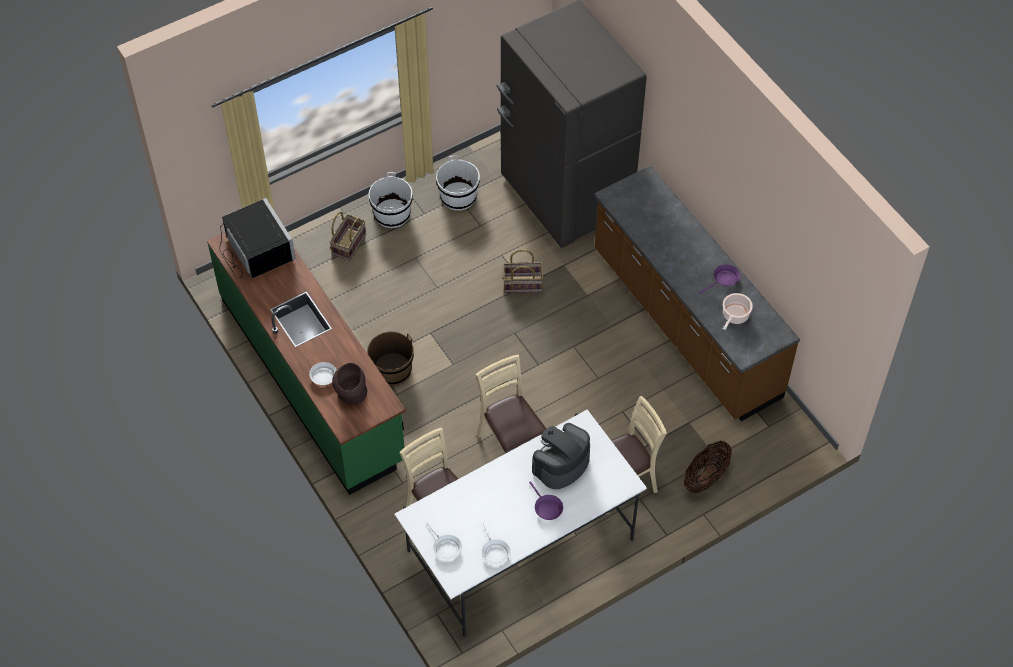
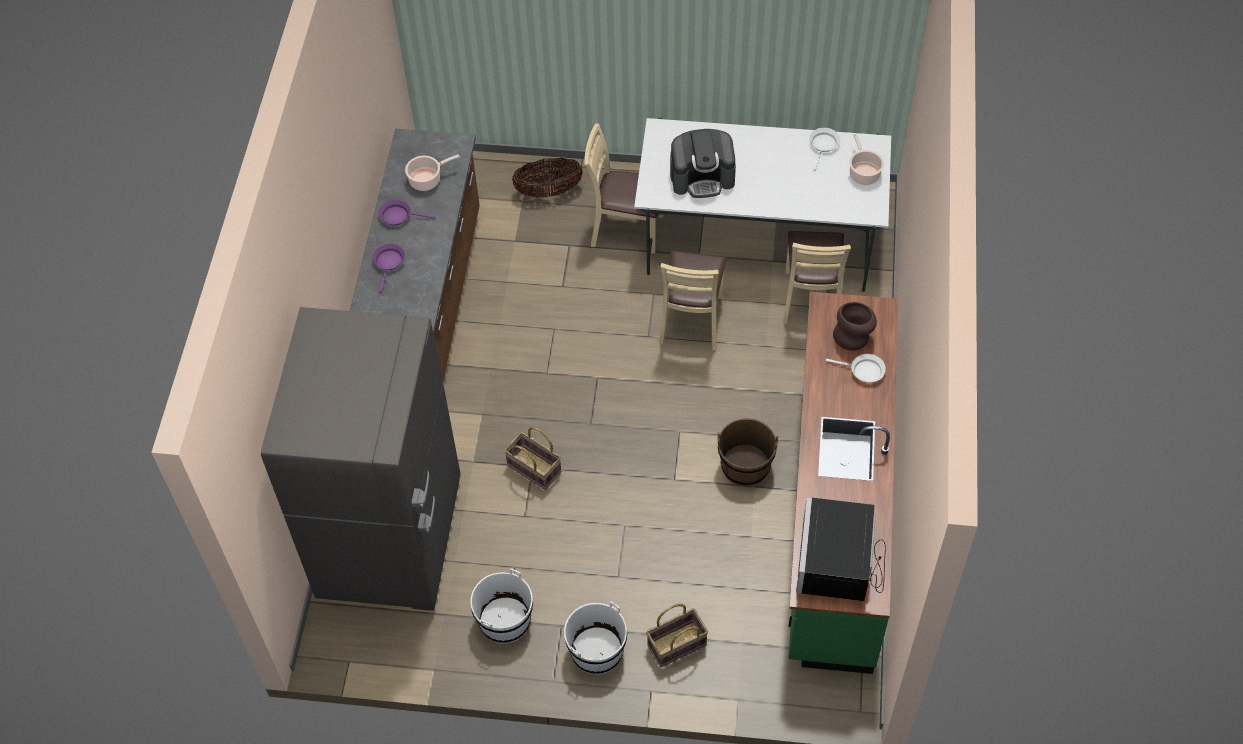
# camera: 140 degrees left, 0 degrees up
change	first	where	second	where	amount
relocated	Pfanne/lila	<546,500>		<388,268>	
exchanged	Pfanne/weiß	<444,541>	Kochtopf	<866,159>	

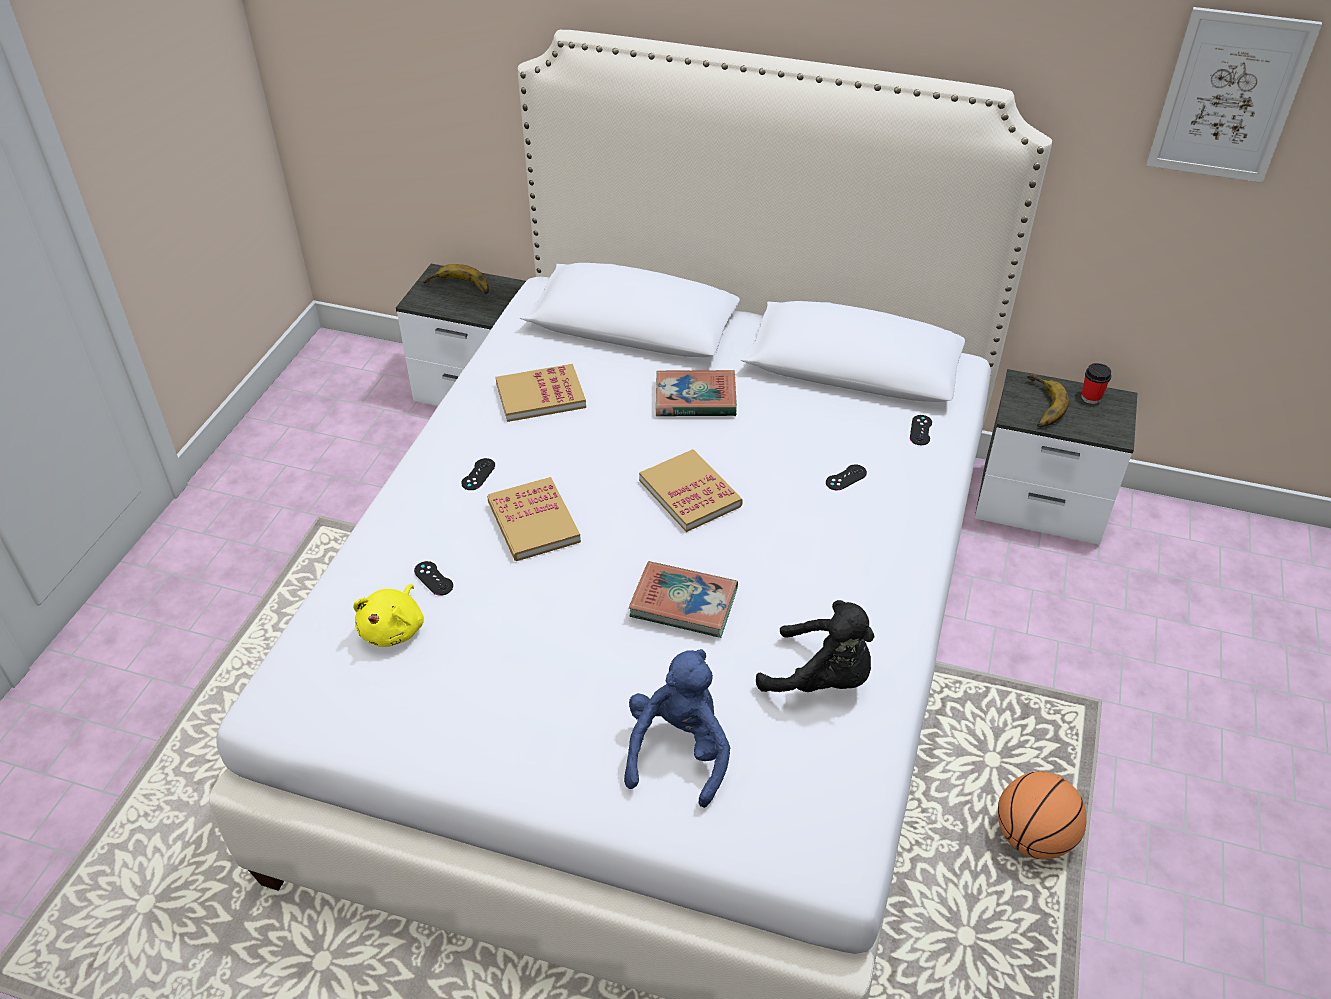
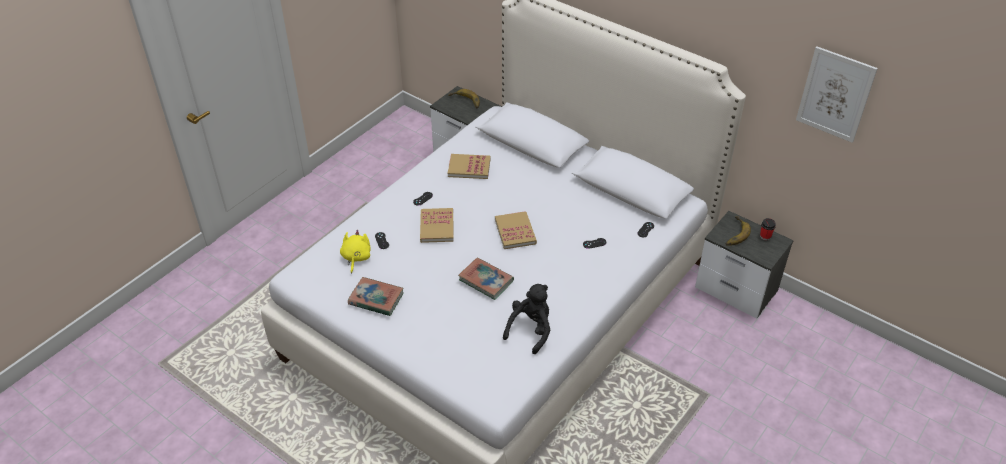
# camera: 20 degrees right, 0 degrees up
change	first	where	second	where	amount
relocated	Buch	<696,393>		<376,296>	
spun	Plüschtier/gelb	<388,615>		<355,252>	150 degrees clockwise
spun	Plüschtier/schwarz	<815,646>		<526,319>	105 degrees counterclockwise
missing	Plüschtier/blau	<677,728>			
missing	Basketball	<1042,815>			

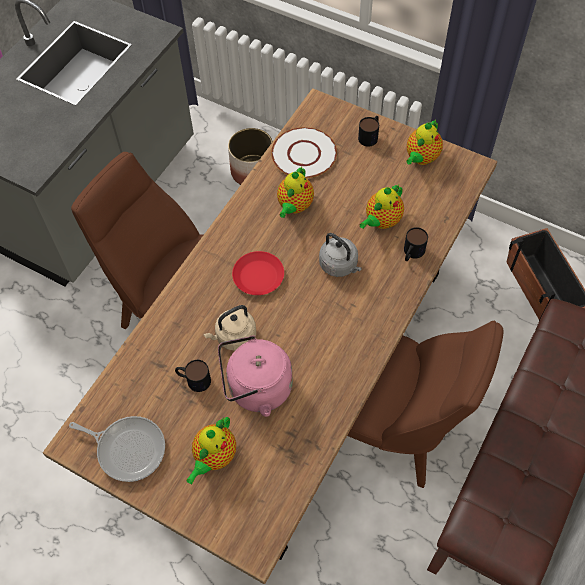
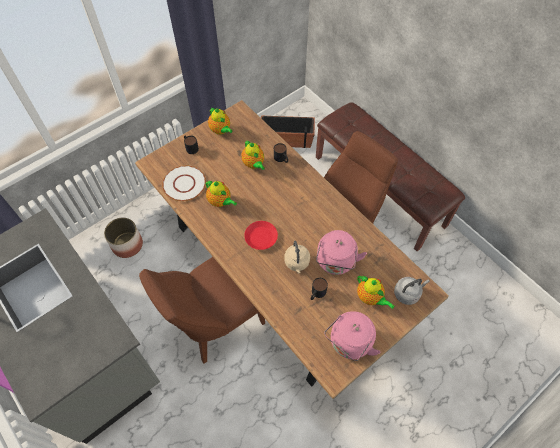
# camera: 70 degrees left, 0 degrees up
change	first	where	second	where	amount
relocated	Wasserkessel/grau	<340,255>		<412,291>	
exchanged	Pfanne	<117,449>	Wasserkessel/rosa	<352,336>	

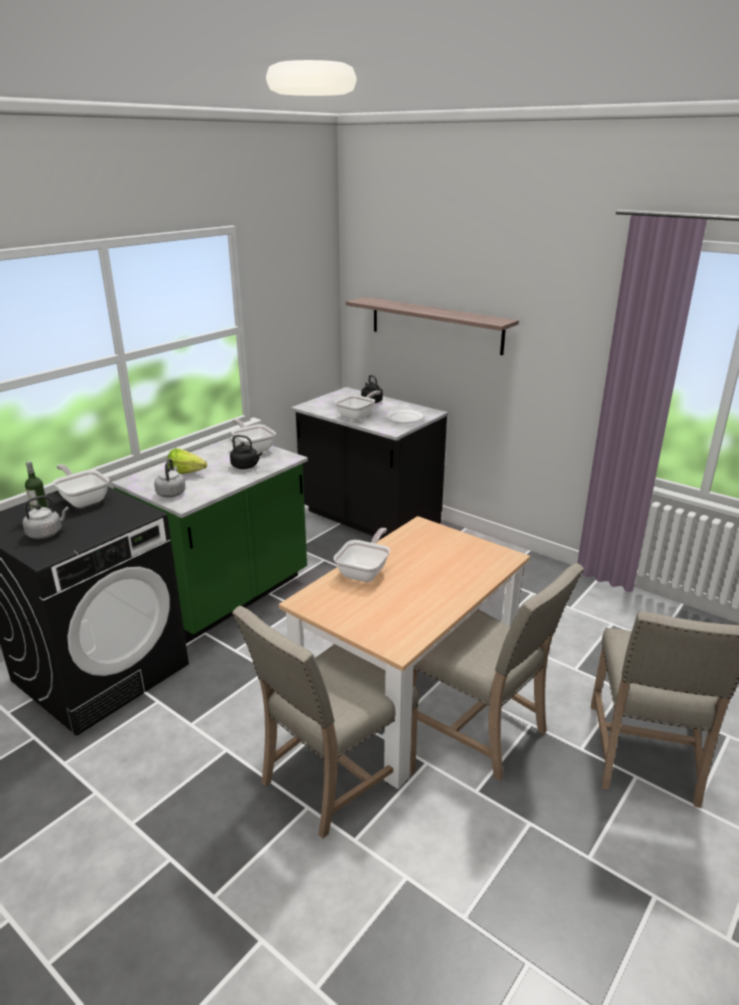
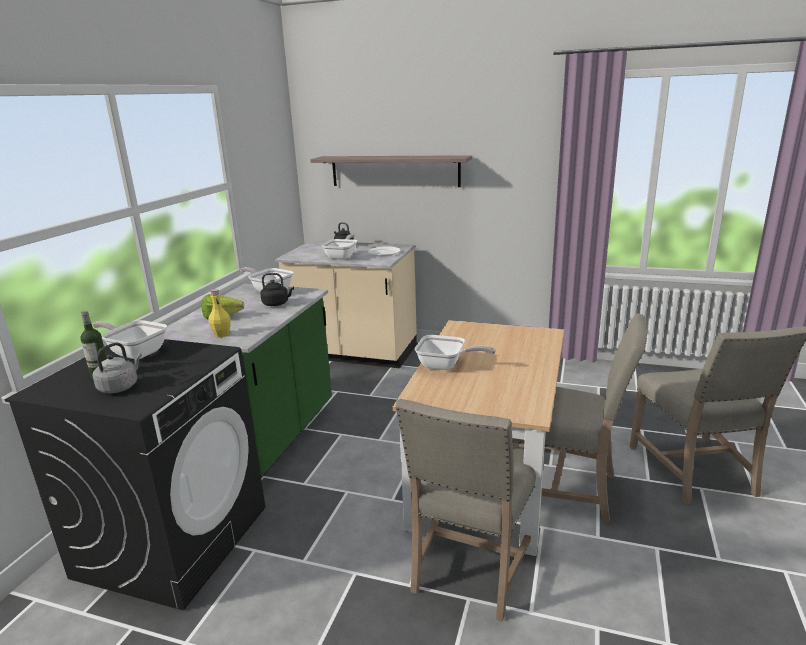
# camera: 20 degrees left, 5 degrees down
change	first	where	second	where	amount
colour	Küchenzeile/schwarz	<369,463>	Küchenzeile/beige	<346,304>	
exchanged	Wasserkessel/grau	<170,477>	Flasche/gelb	<219,313>	
spun	Pfanne	<362,555>		<455,352>	105 degrees clockwise

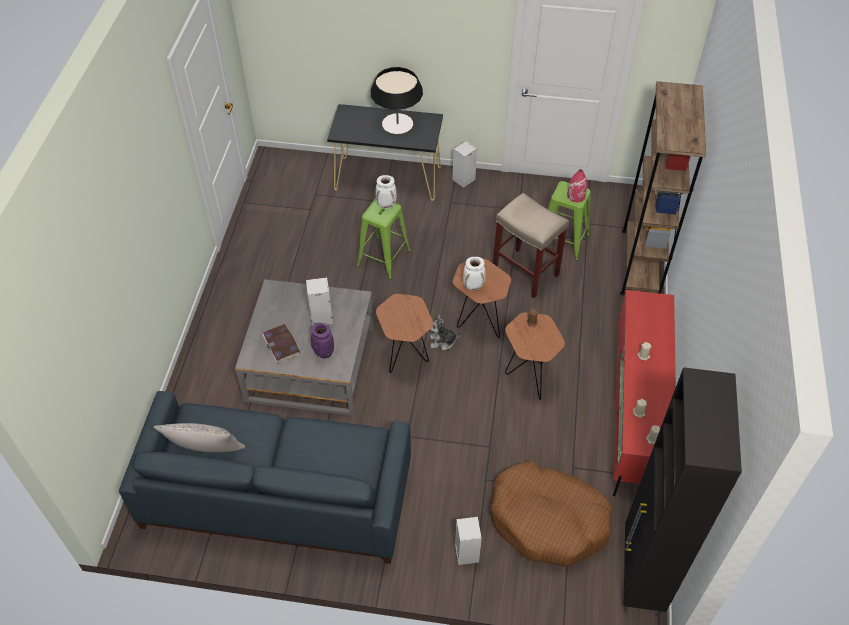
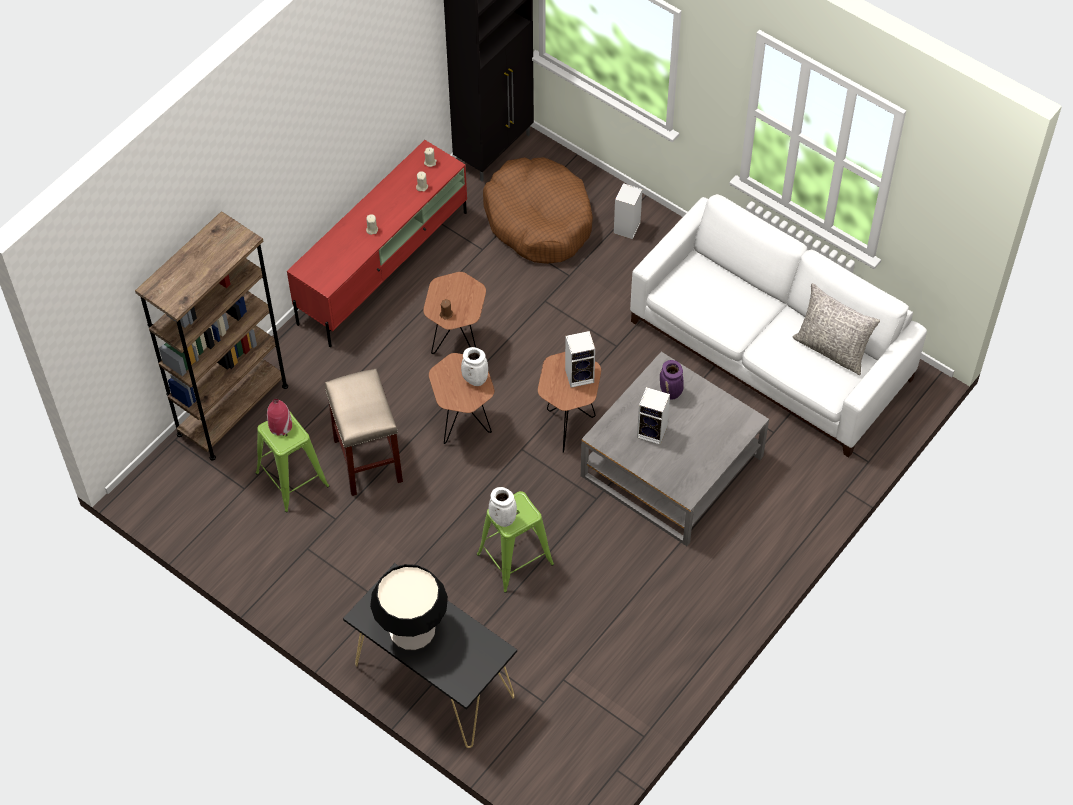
# camera: 150 degrees left, 5 degrees up
change	first	where	second	where	amount
relocated	Lautsprecher	<464,164>		<580,359>	
missing	Plüschtier	<445,332>			
missing	Buch	<281,343>			
colour	Sofa/blau	<265,477>	Sofa/weiß	<778,326>	

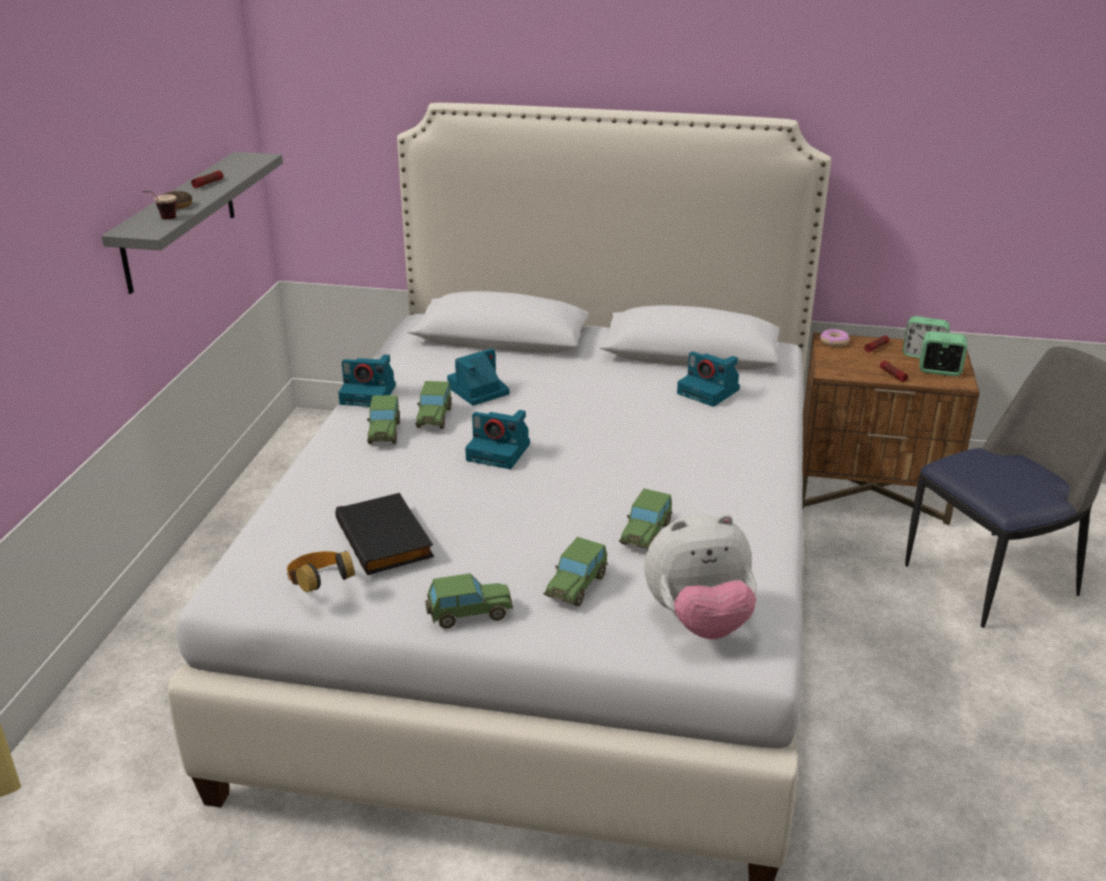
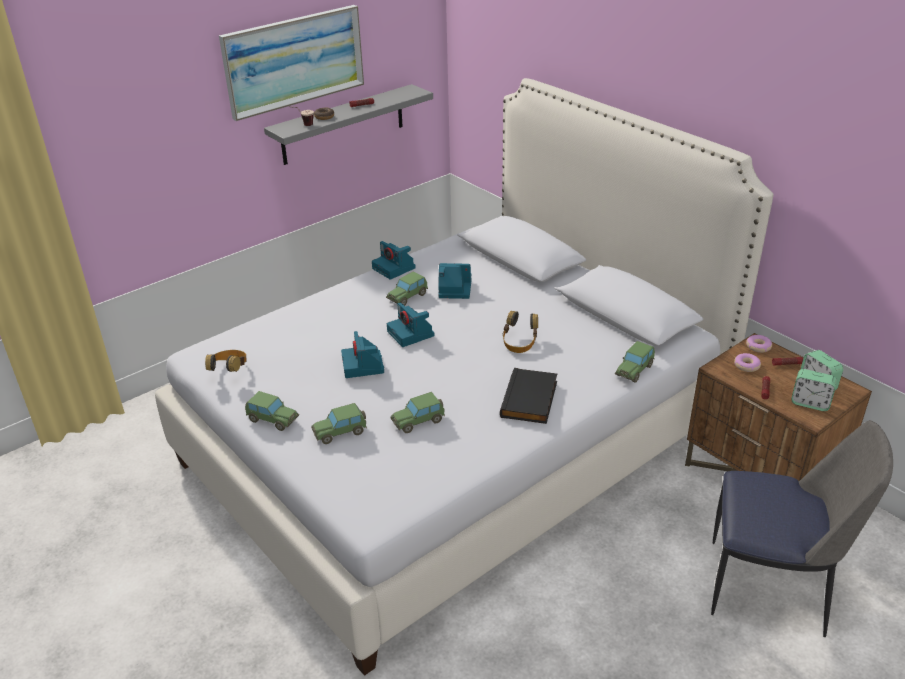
# camera: 40 degrees right, 5 degrees up
change	first	where	second	where	amount
spun	Wecker	<943,353>		<814,390>	150 degrees clockwise
relocated	Kamera	<708,379>		<362,354>	
relocated	Spielzeugauto	<383,419>		<635,362>	
relocated	Buch/schwarz	<384,534>		<528,396>	
missing	Plüschtier	<700,576>			
appeared			Bild	<291,63>	
appeared			Kopfhörer	<520,332>	
appeared			Donut	<747,362>	

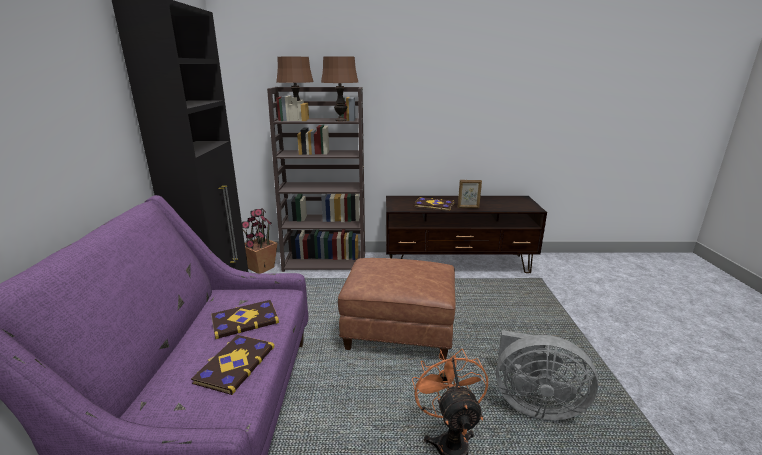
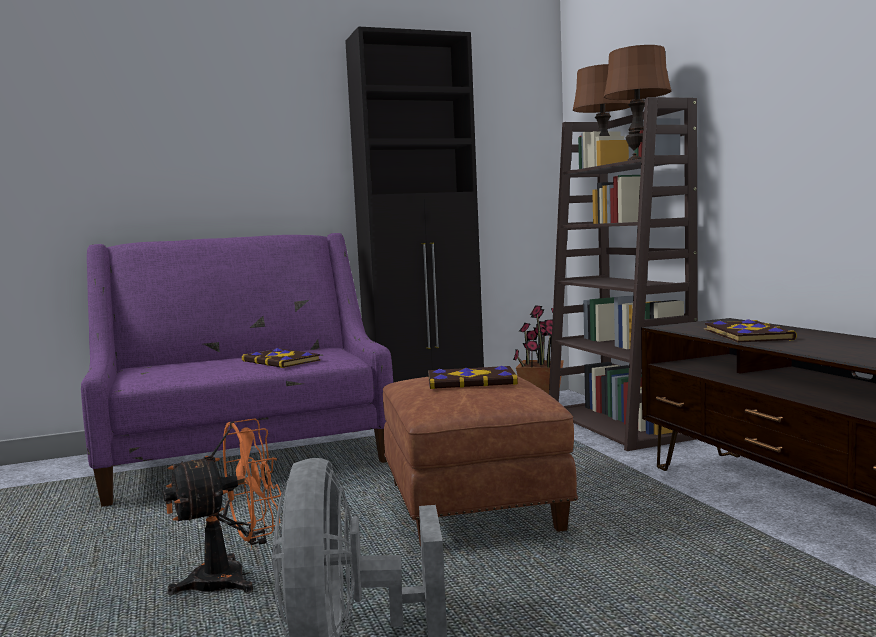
# camera: 70 degrees right, 15 degrees down
change	first	where	second	where	amount
missing	Bilderrahmen	<470,194>			
relocated	Buch	<233,365>		<473,377>	

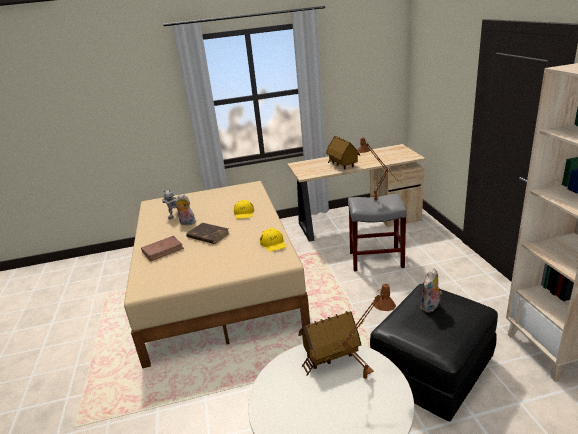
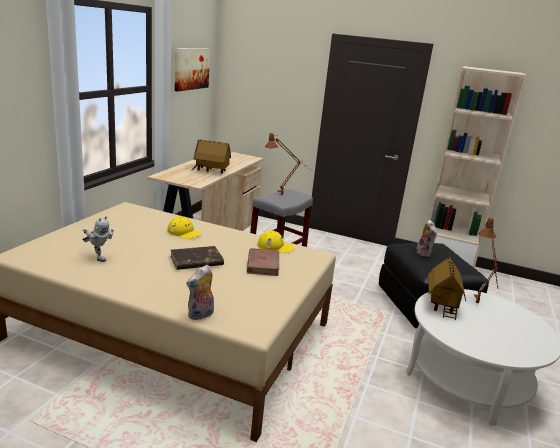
# camera: 60 degrees left, 5 degrees down
change	first	where	second	where	amount
relocated	Plüschtier	<184,209>		<200,293>	
relocated	Buch/braun	<162,249>		<263,262>	
appeared			Bild	<192,69>	

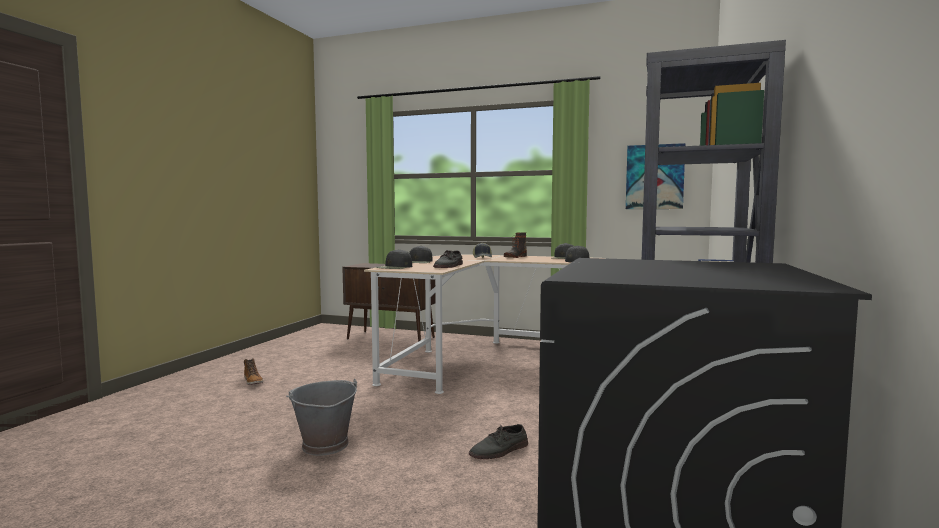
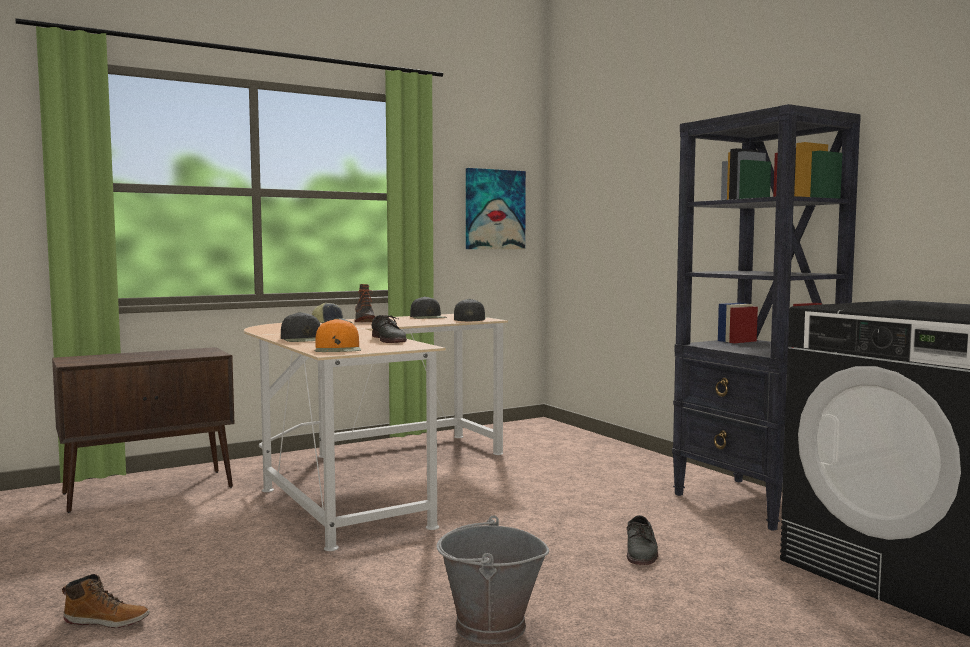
# camera: 50 degrees left, 0 degrees up
change	first	where	second	where	amount
colour	Kappe/schwarz	<393,259>	Kappe/orange	<338,335>	

